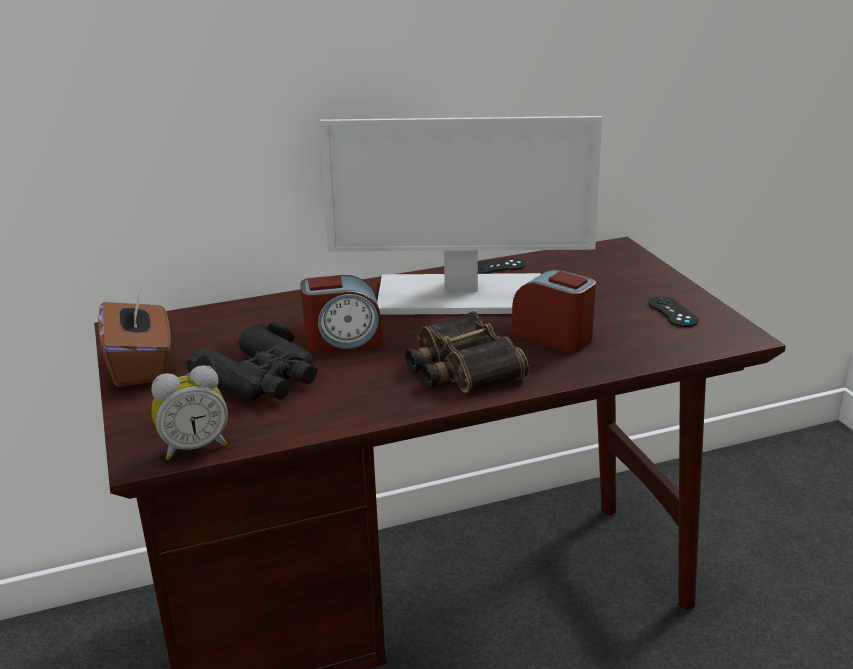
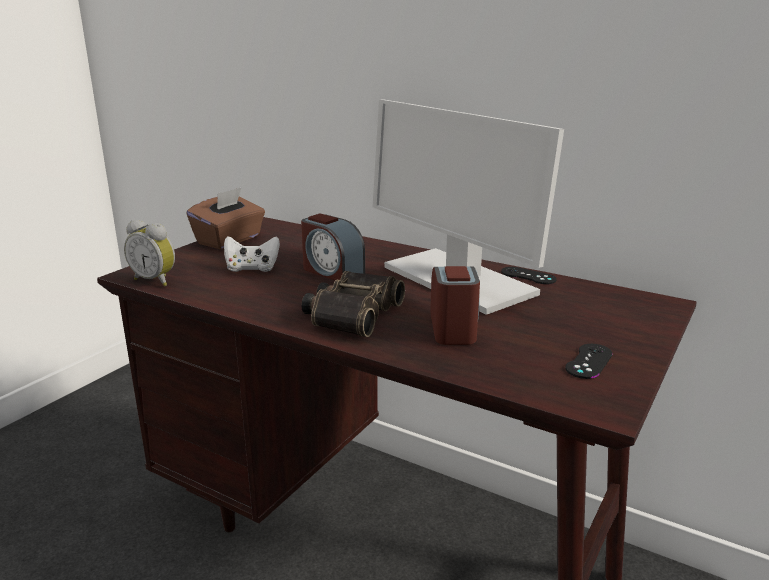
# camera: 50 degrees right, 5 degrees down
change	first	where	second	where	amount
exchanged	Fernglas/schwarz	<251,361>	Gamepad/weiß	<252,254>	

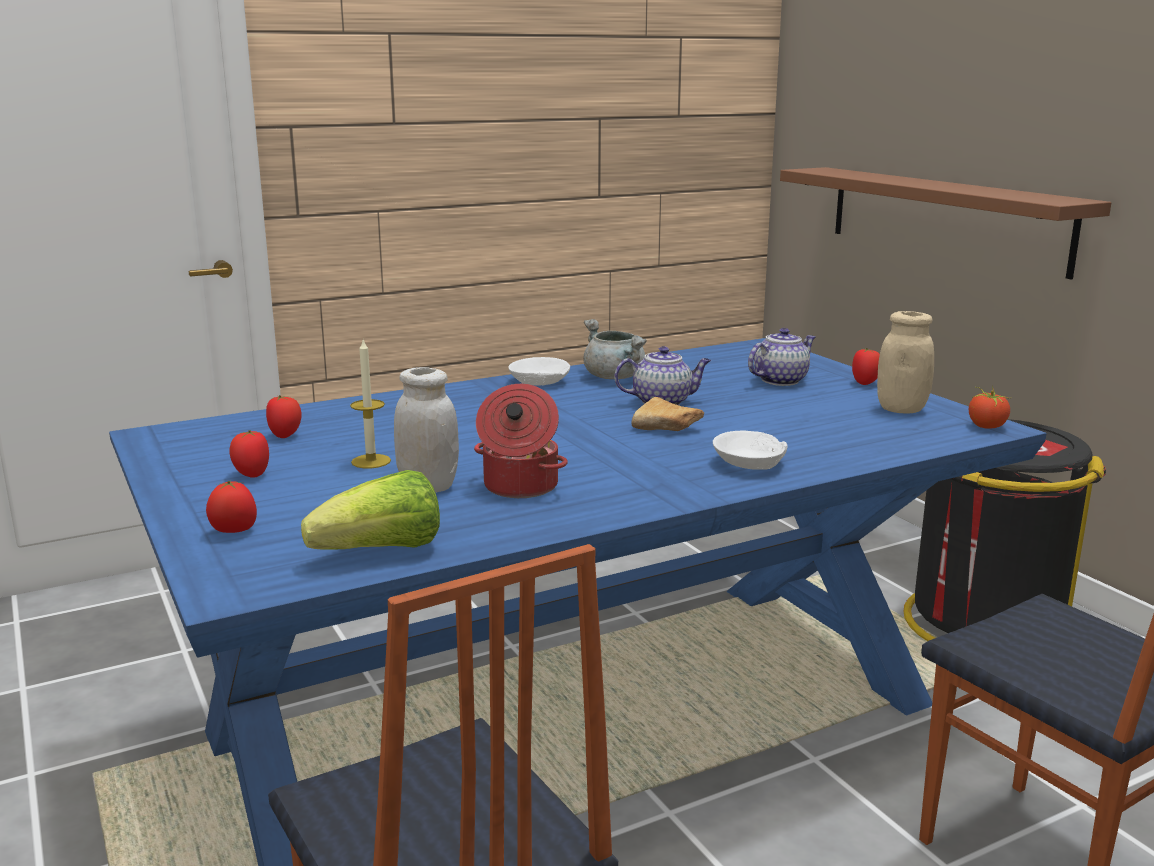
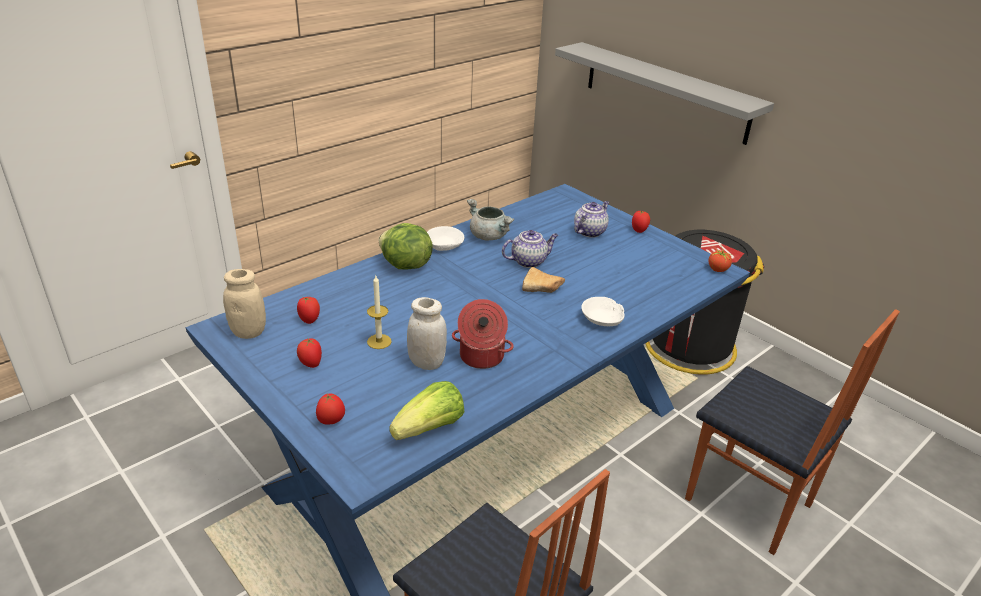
# camera: 15 degrees left, 15 degrees up
change	first	where	second	where	amount
colour	Wandregal/braun	<945,223>	Wandregal/grau	<664,93>	
relocated	Vorratsglas/beige	<905,362>		<244,304>	
appeared			Salatkopf	<405,246>	

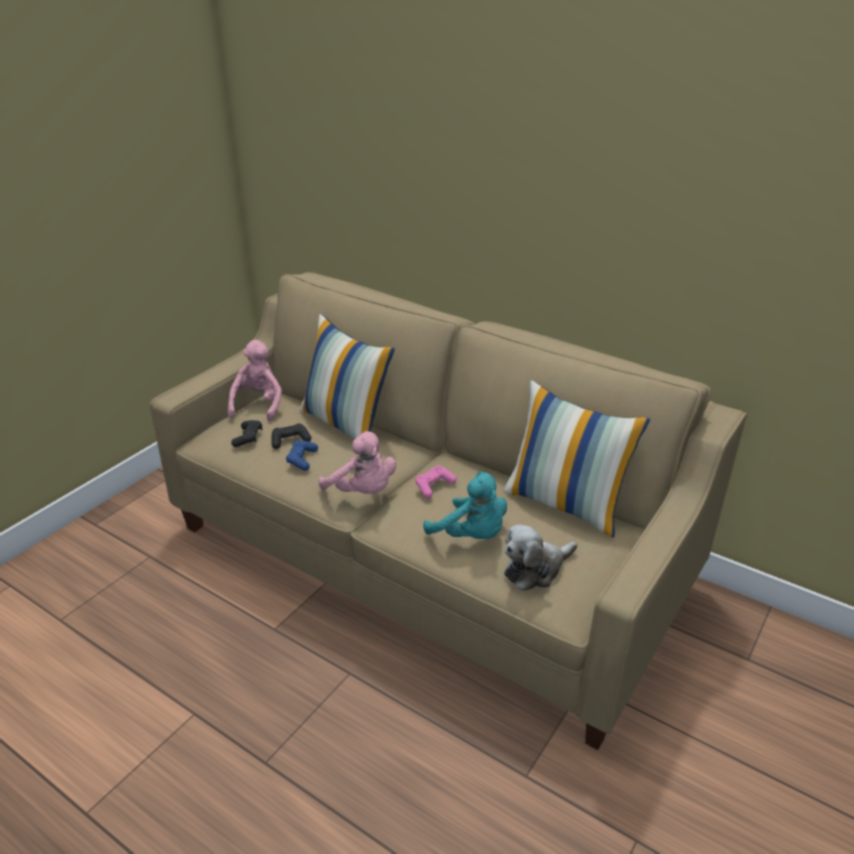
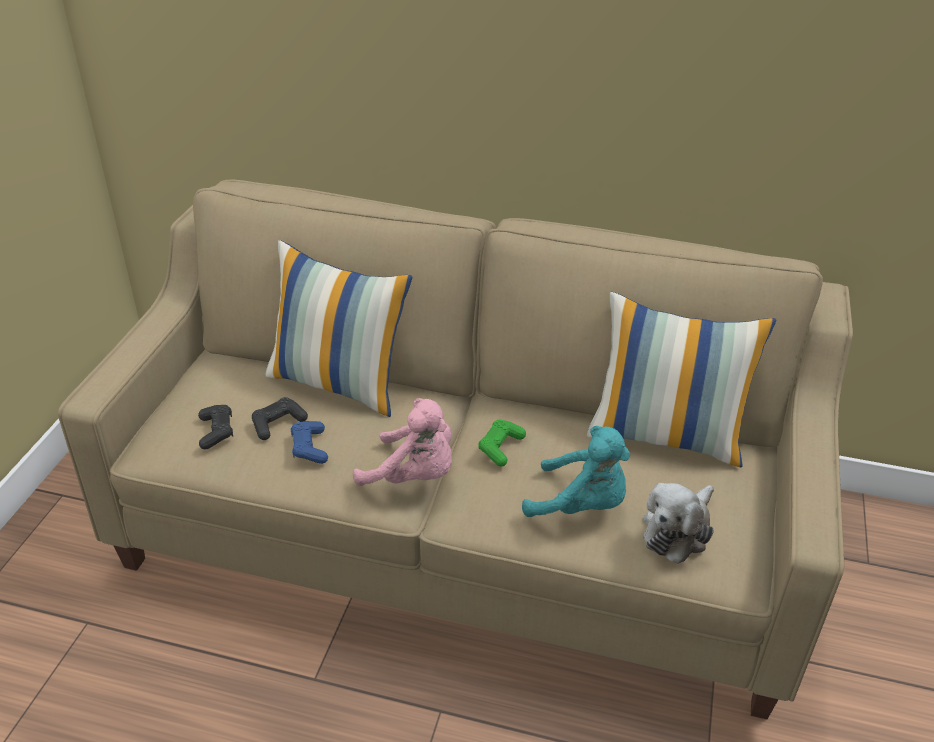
# camera: 20 degrees left, 5 degrees up
change	first	where	second	where	amount
missing	Plüschtier/rosa	<255,380>			
colour	Gamepad/rosa	<436,482>	Gamepad/grün	<502,443>	

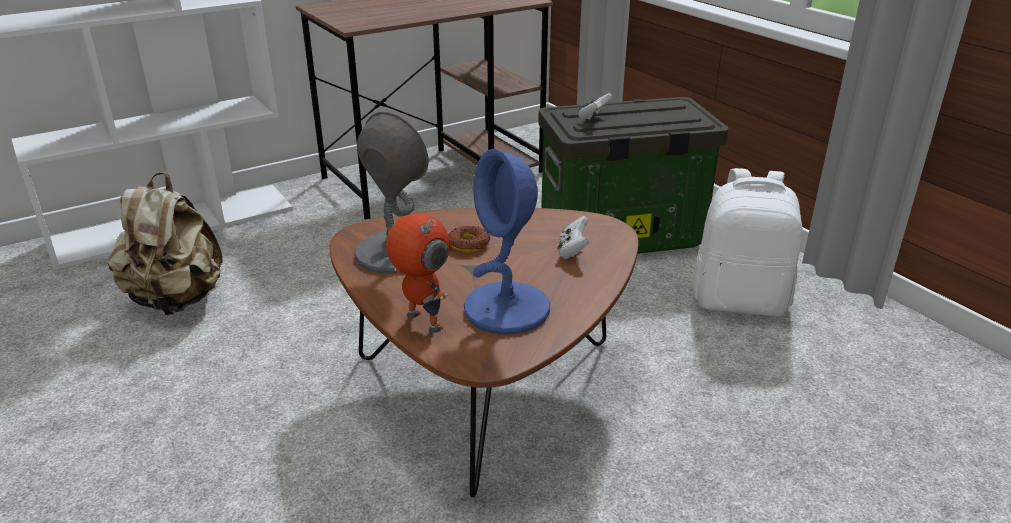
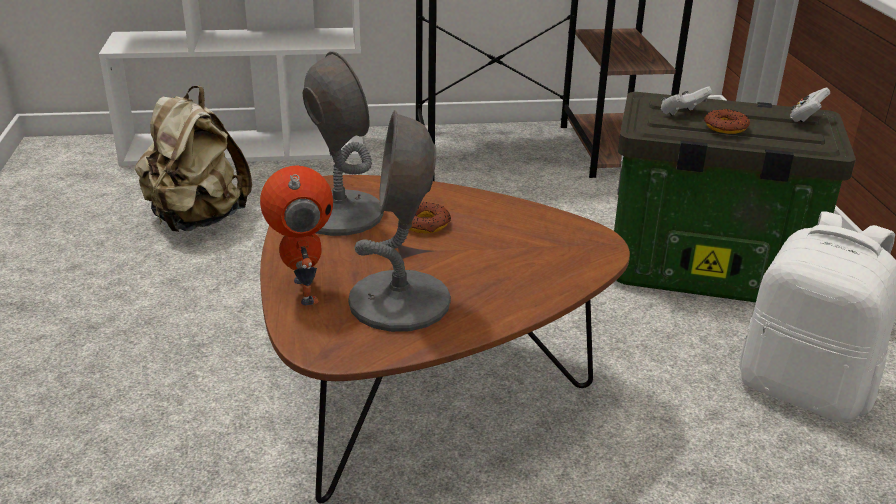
# camera: 25 degrees right, 0 degrees up
change	first	where	second	where	amount
colour	Tischlampe/blau	<507,242>	Tischlampe/grau	<399,221>	
relocated	Gamepad/weiß	<573,237>		<810,105>	
appeared			Donut	<727,121>	

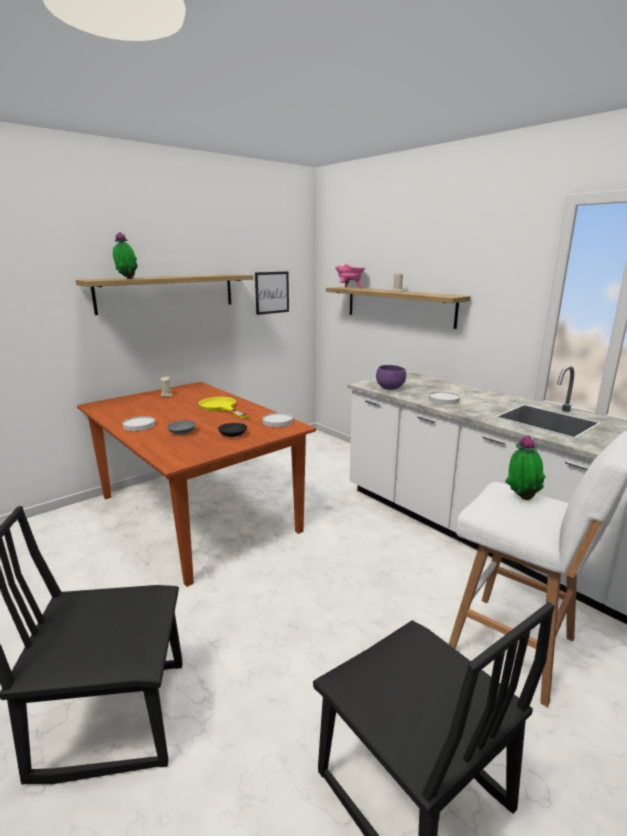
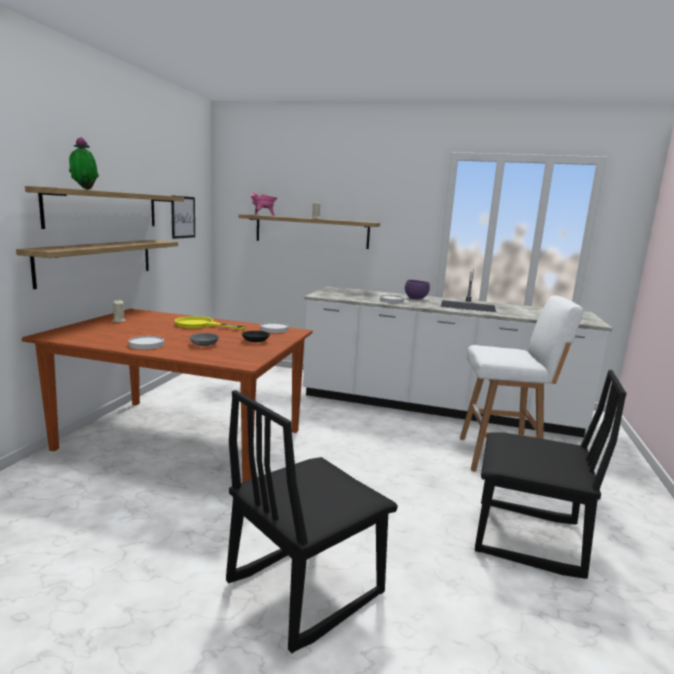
# camera: 35 degrees left, 5 degrees down
change	first	where	second	where	amount
relocated	Schüssel/lila	<391,377>		<417,289>	
missing	Topfpflanze	<525,467>			
appeared			Wandregal	<97,264>	

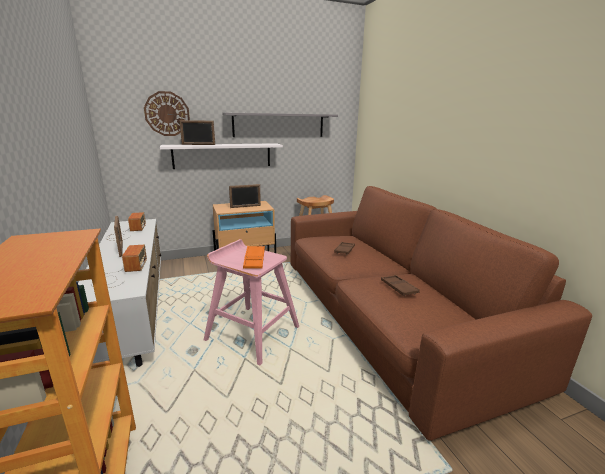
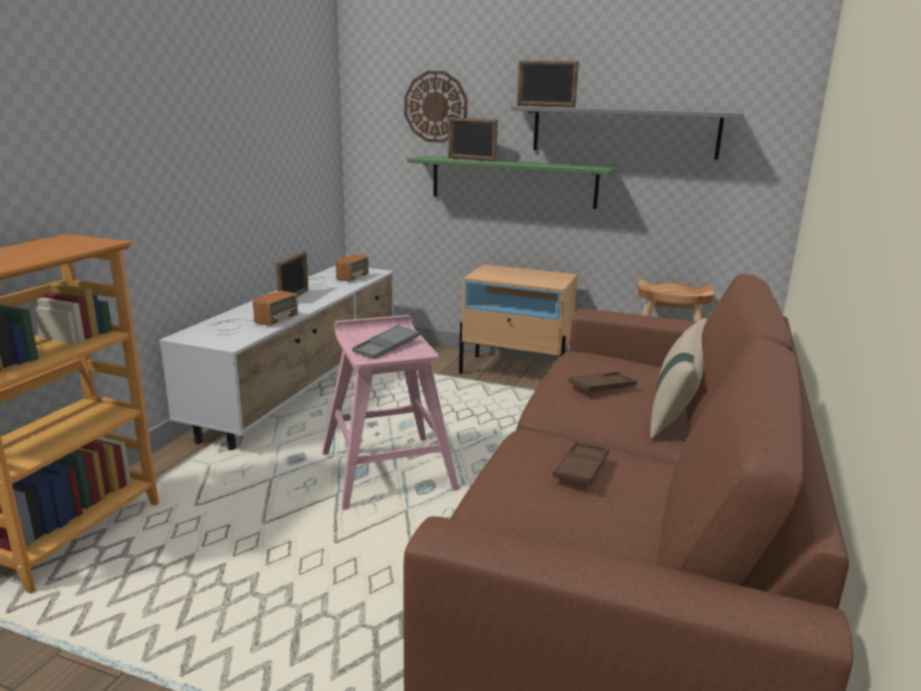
# camera: 40 degrees right, 0 degrees up
change	first	where	second	where	amount
colour	Wandregal/weiß	<221,156>	Wandregal/grün	<512,182>	
relocated	Bilderrahmen	<245,196>		<548,83>	
colour	Tablett/orange	<254,257>	Tablett/grau	<386,342>	
appeared			Kissen/beige	<678,378>	

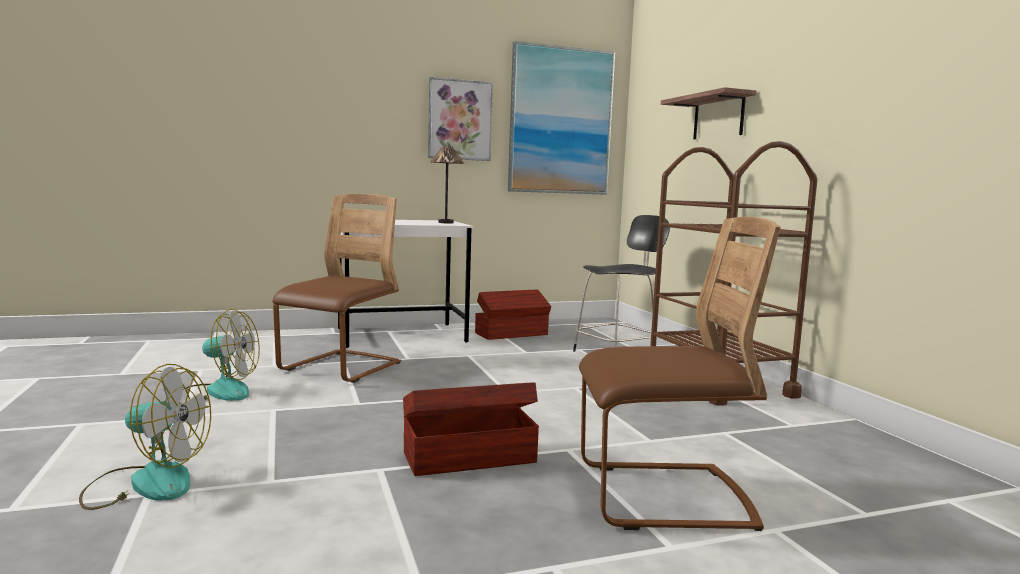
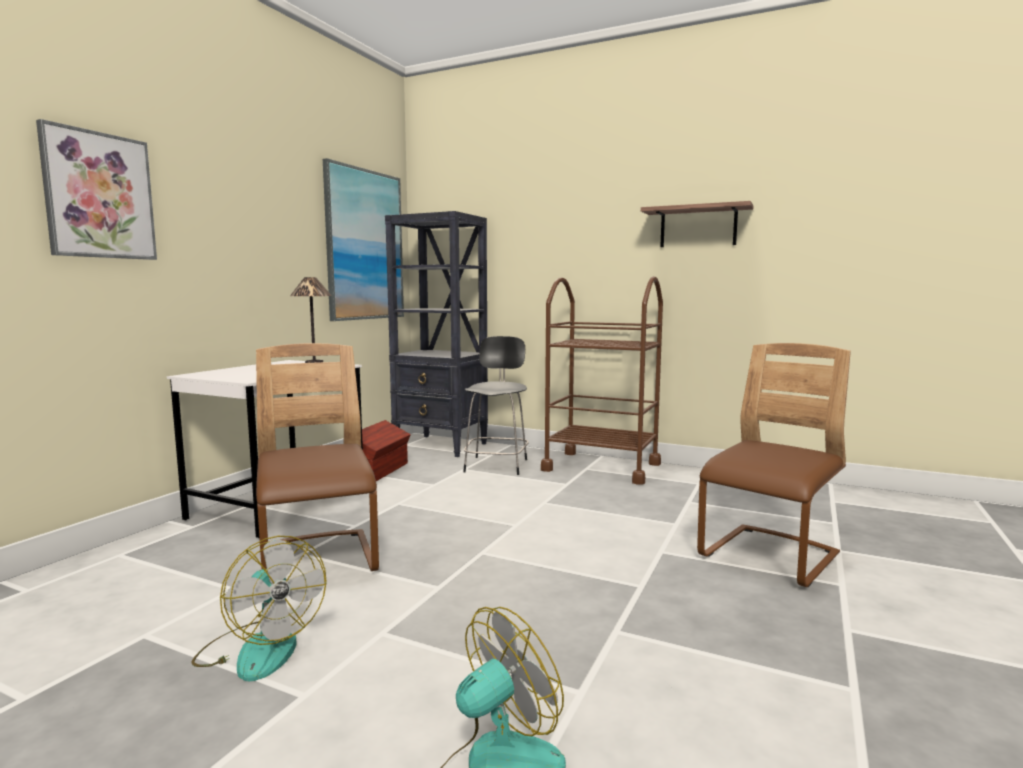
# camera: 45 degrees left, 0 degrees up
change	first	where	second	where	amount
relocated	Bild	<460,119>		<96,189>	
relocated	Wandregal	<708,113>		<697,224>	
spun	Ventilator	<219,356>		<259,608>	90 degrees clockwise
missing	Aufbewahrungsbox/braun	<471,429>			
appeared			Bücherregal/schwarz	<436,334>	

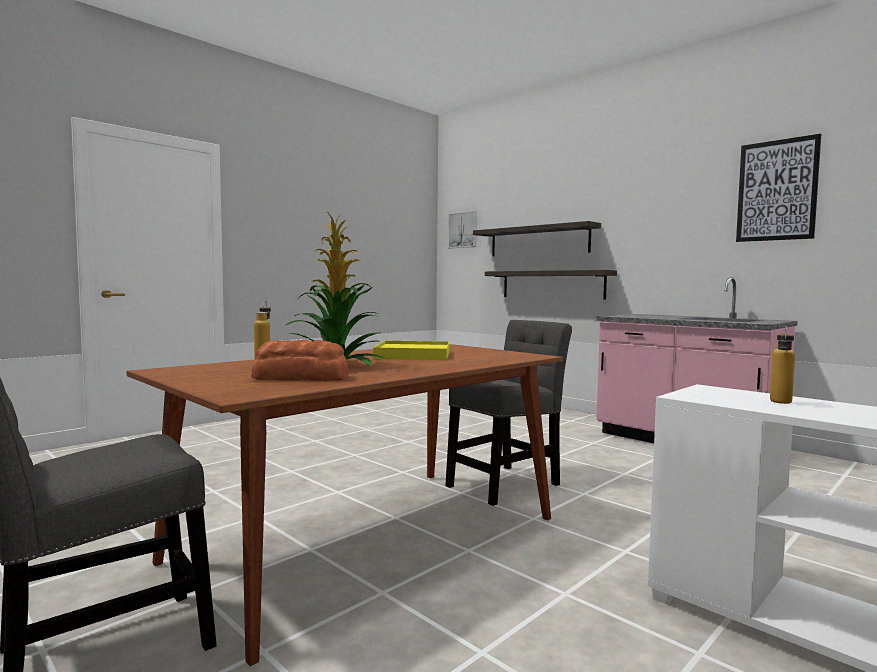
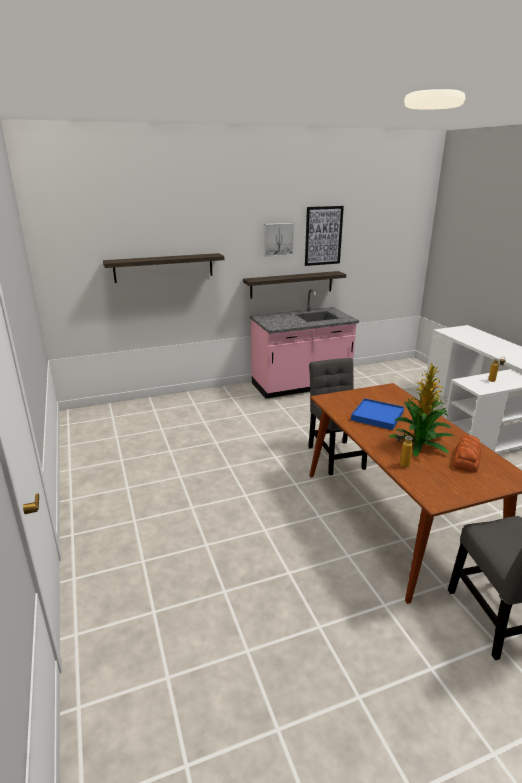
# camera: 65 degrees left, 20 degrees up
change	first	where	second	where	amount
relocated	Bild	<462,229>		<279,240>	
relocated	Wandregal	<551,285>		<294,285>	
colour	Tablett/gelb	<411,350>	Tablett/blau	<377,414>	

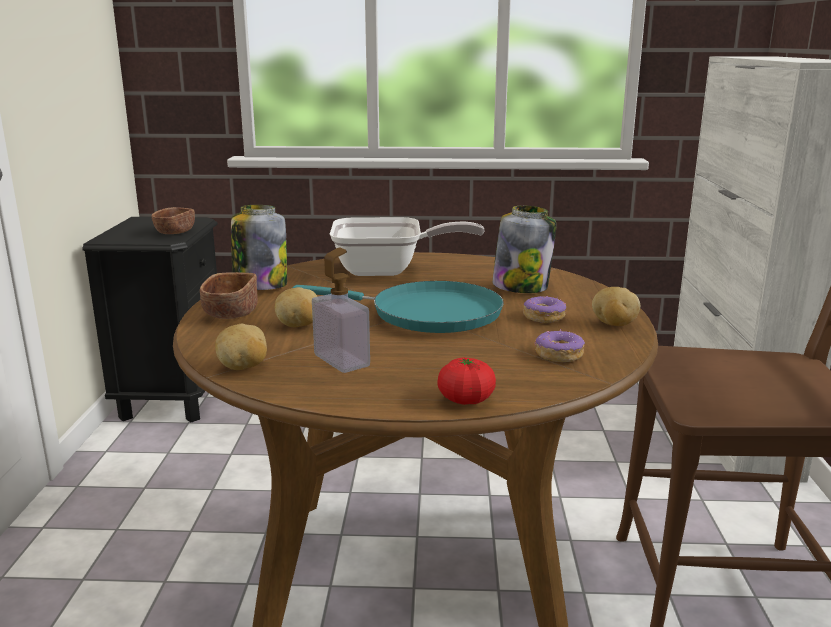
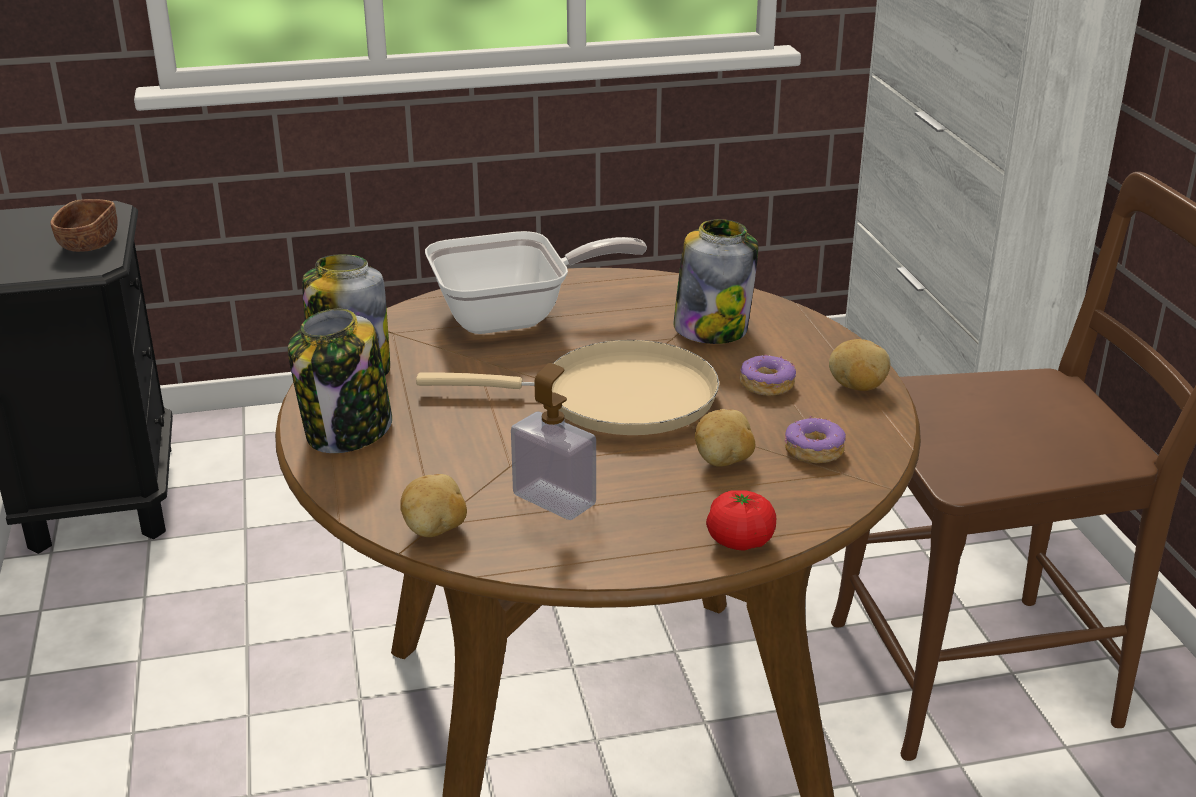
# camera: 15 degrees left, 10 degrees up
change	first	where	second	where	amount
exchanged	Schüssel/braun	<229,295>	Vorratsglas	<340,381>	
colour	Pfanne/türkis	<398,307>	Pfanne/beige	<567,387>	
relocated	Kartoffel	<296,307>		<725,438>	

